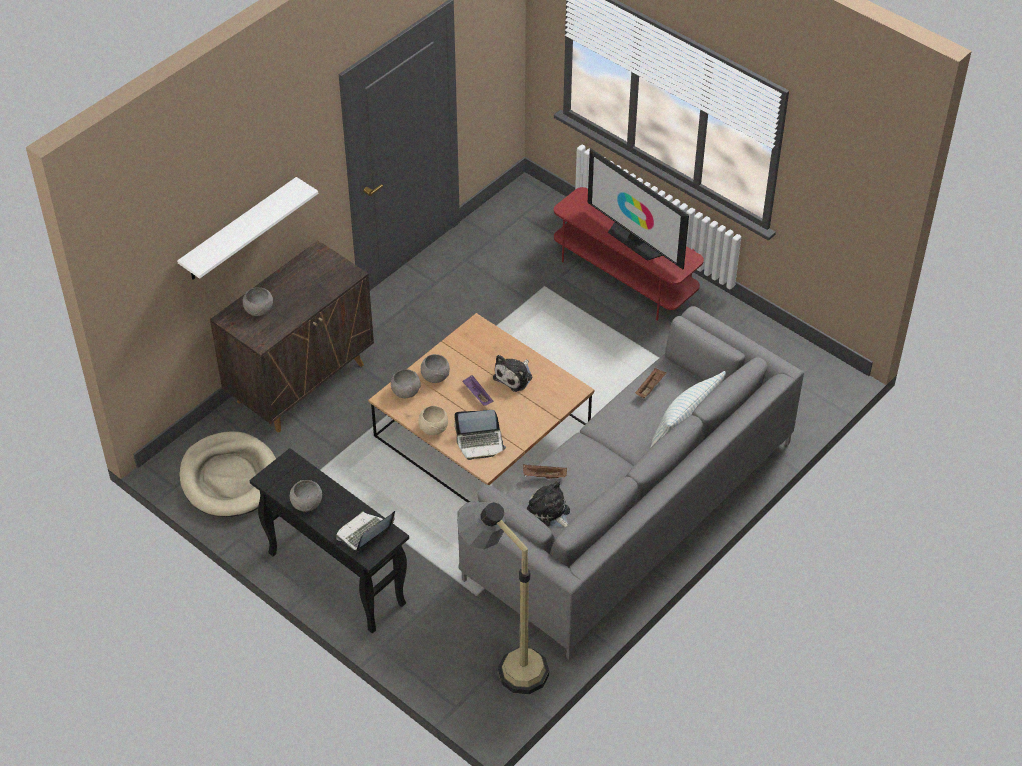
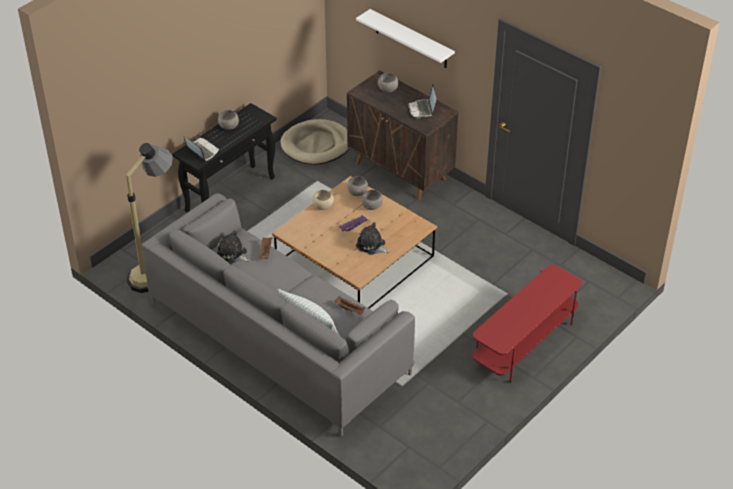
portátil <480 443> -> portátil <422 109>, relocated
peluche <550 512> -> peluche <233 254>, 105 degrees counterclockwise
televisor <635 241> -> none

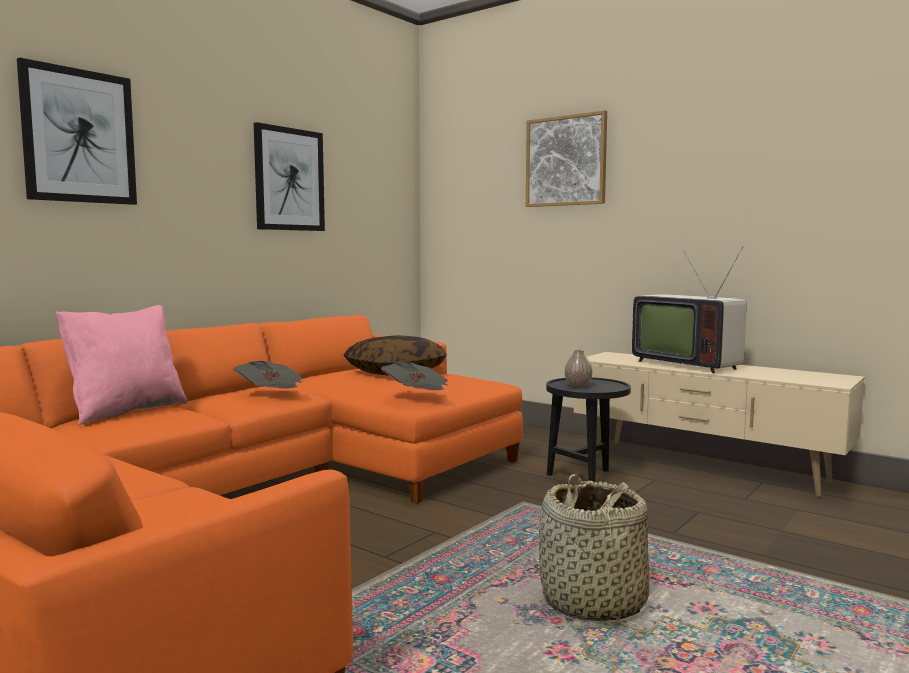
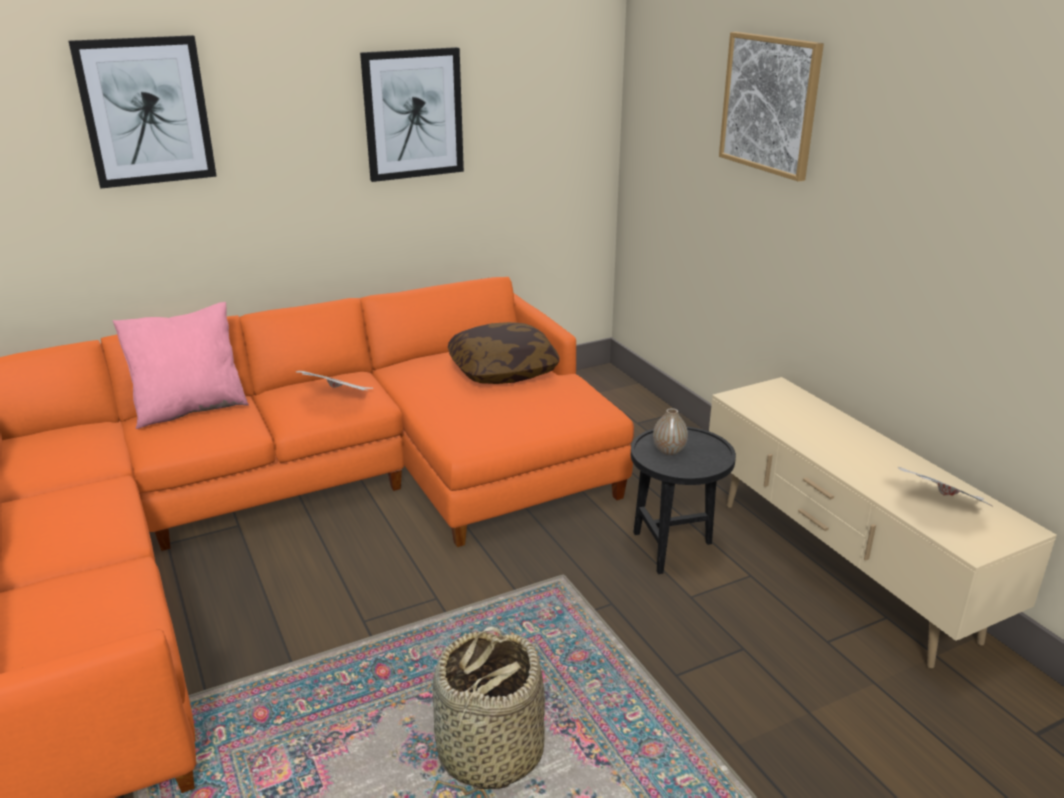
periódico <417 396> -> periódico <943 508>, relocated
televisor <687 364> -> none

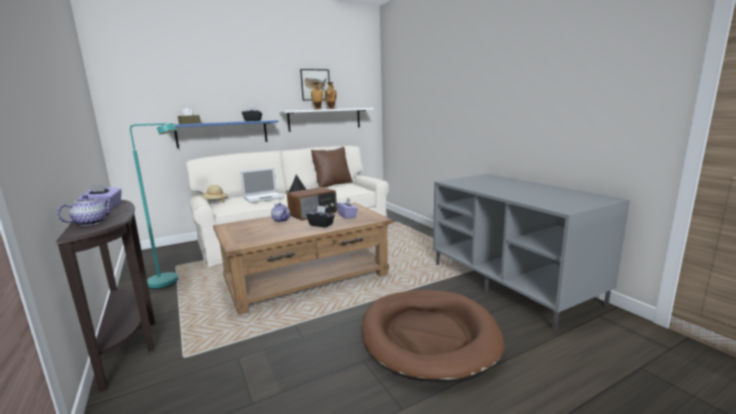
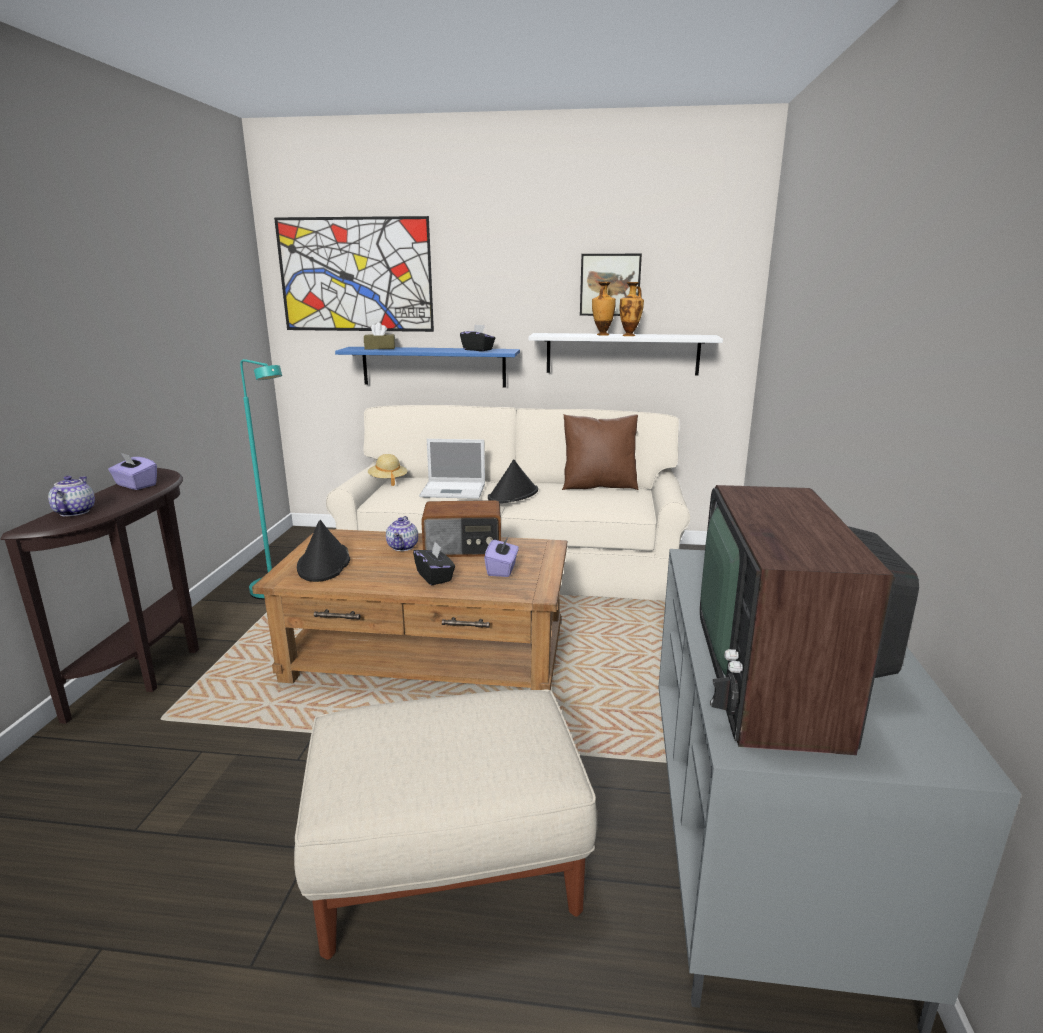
tetera <91 223> -> tetera <74 512>, 75 degrees counterclockwise
cama para perro (marrón) <428 336> -> puf (beis) <449 863>
none -> cuadro <355 275>
none -> sombrero (negro) <324 564>
none -> televisor <781 673>

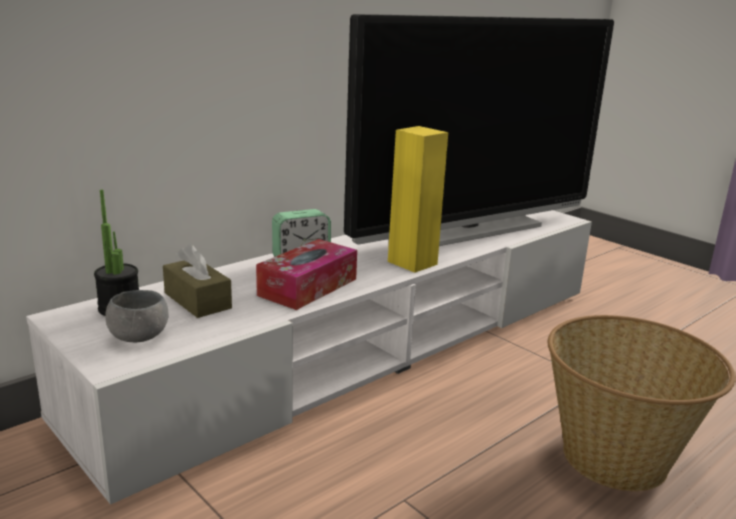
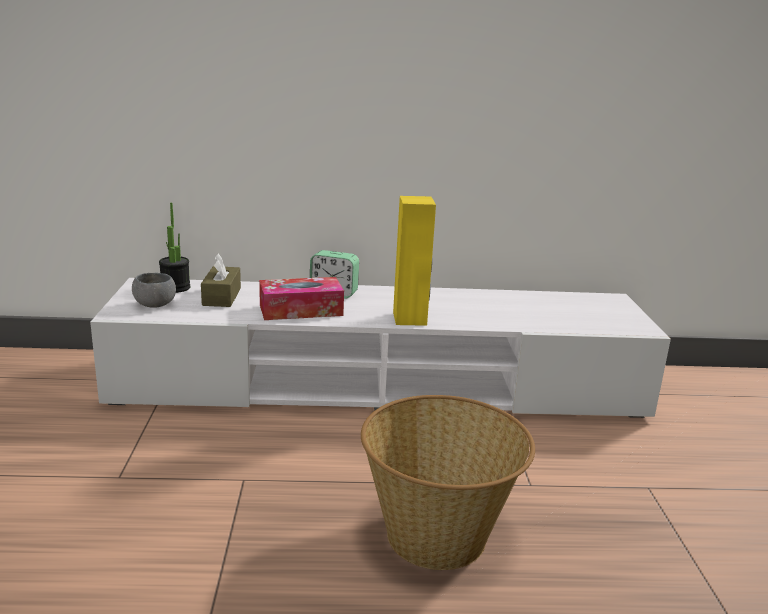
televisor <470 230> -> none

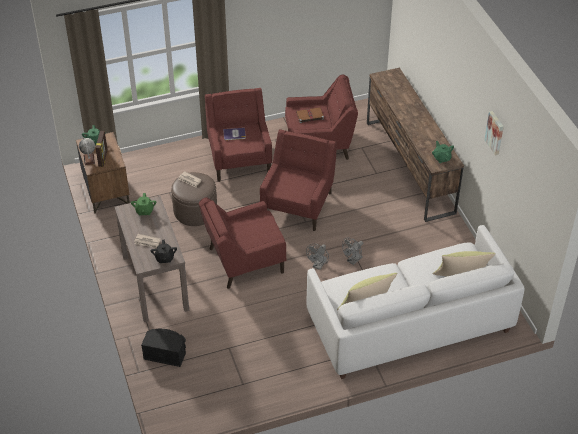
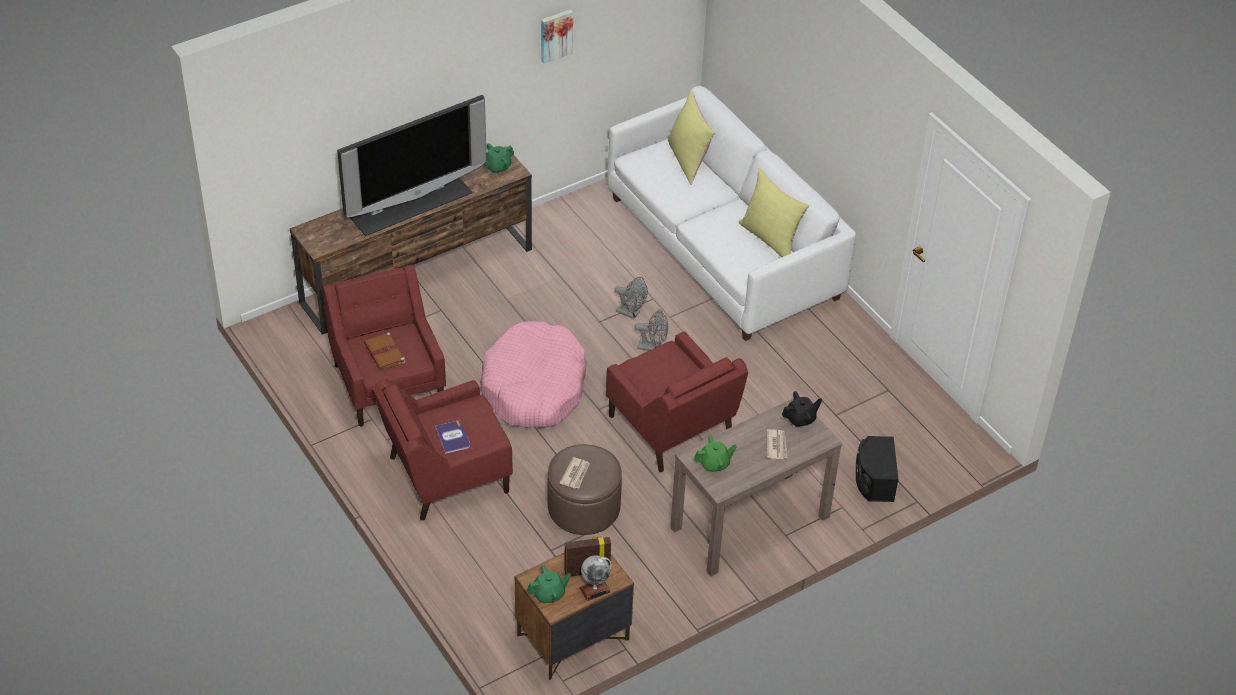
sillón (rojo) <298 204> -> cama para perro (rosa) <534 387>
none -> televisor <410 203>

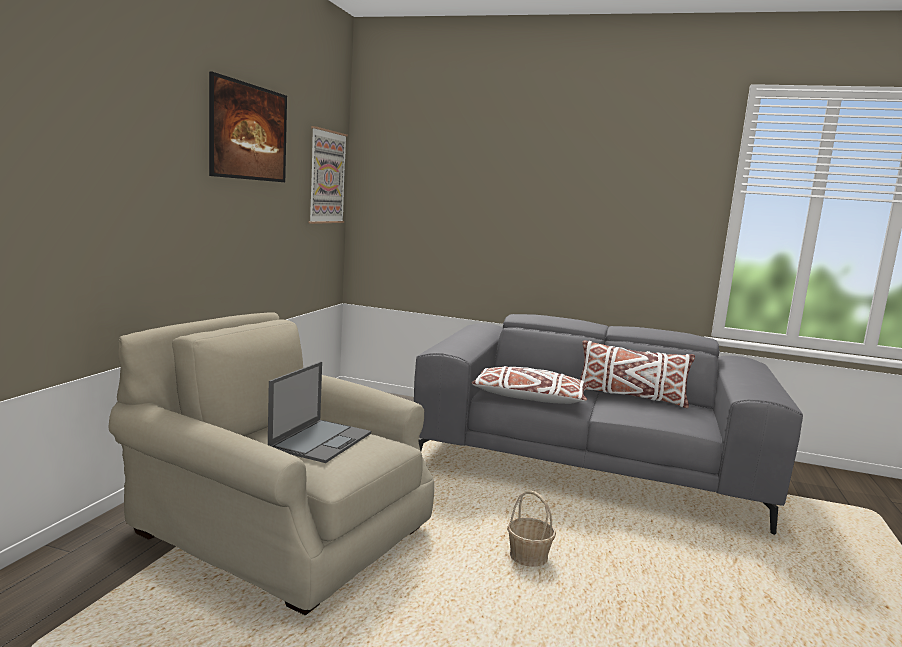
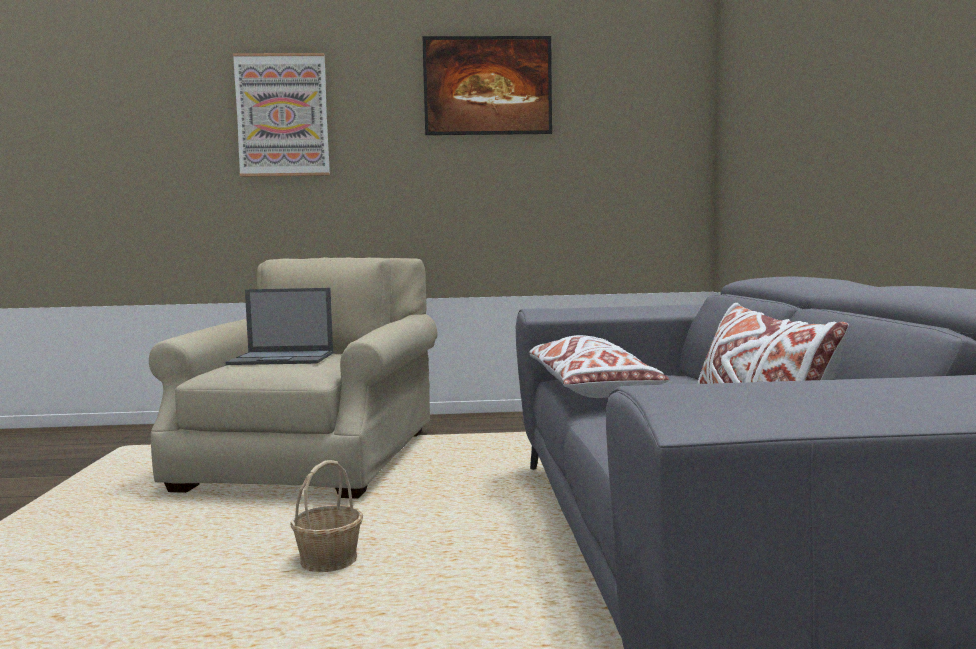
cuadro <326 177> -> cuadro <282 115>, relocated

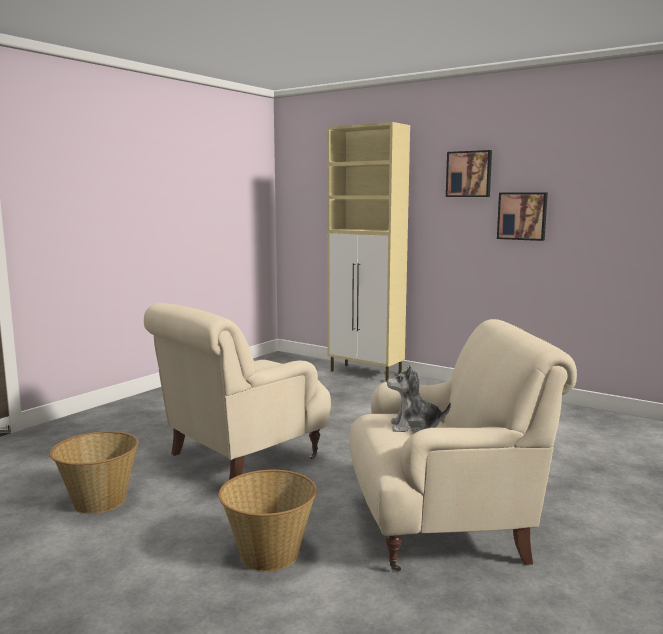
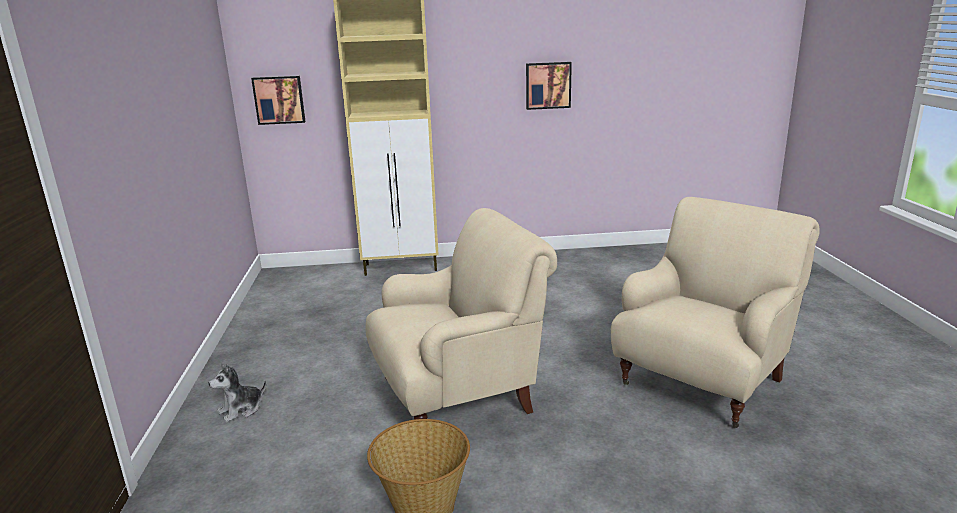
sillón (beis) <241 456> -> sillón (beis) <459 395>, 120 degrees counterclockwise
cesta <269 553> -> none
peluche <415 427> -> peluche <241 410>, relocated
cuadro <469 174> -> cuadro <279 99>, relocated

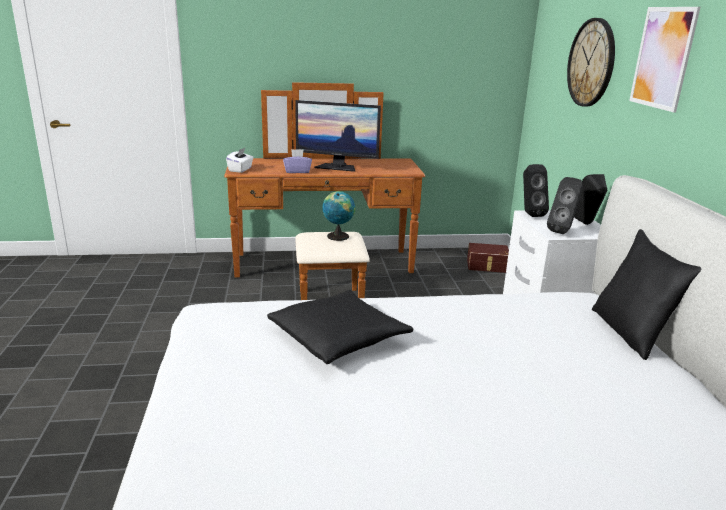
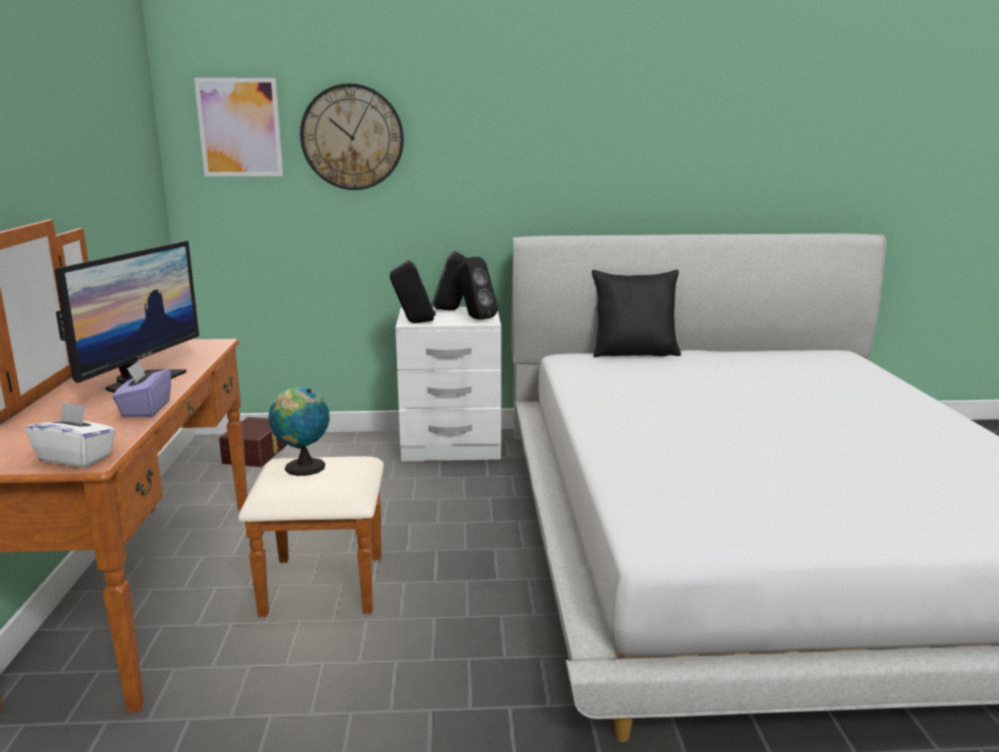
cojín (negro) <339 337> -> none
cuadro <662 58> -> cuadro <240 127>, relocated

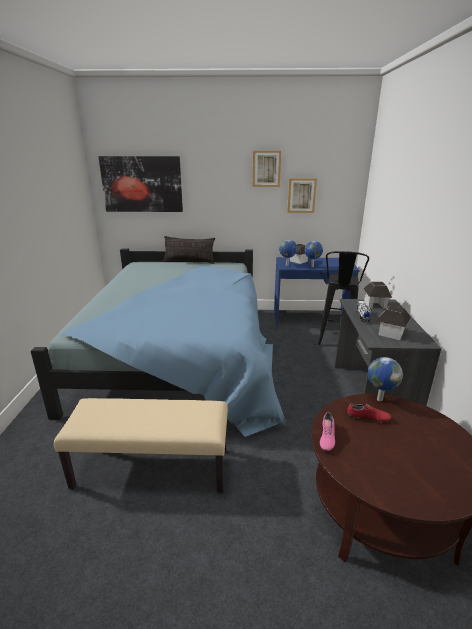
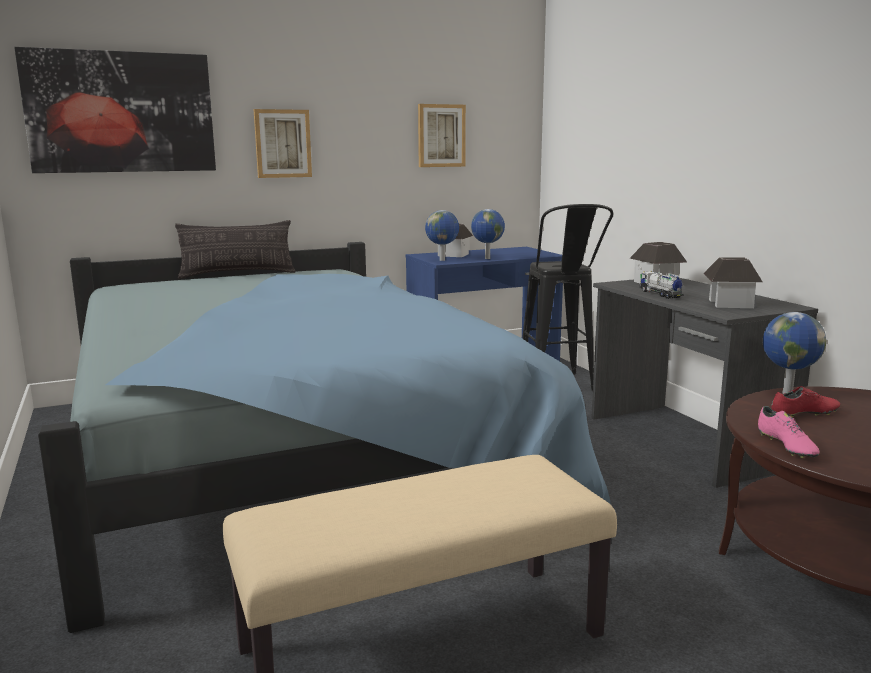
cuadro <266 168> -> cuadro <282 143>, relocated

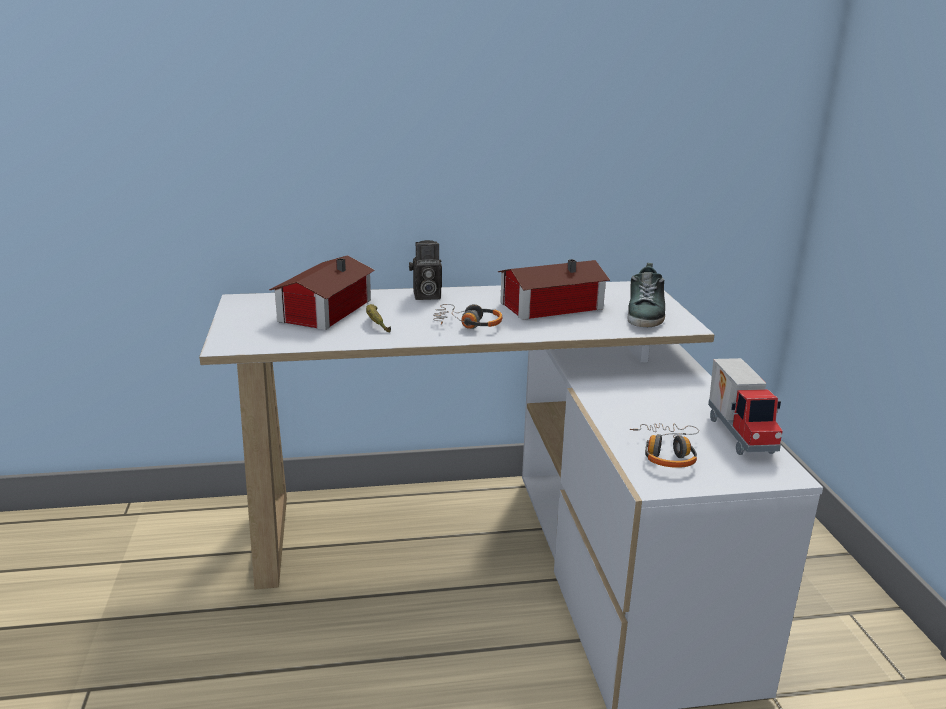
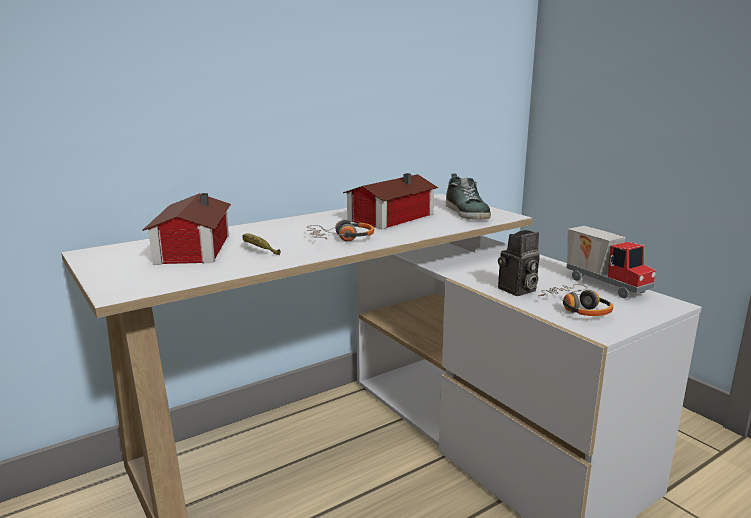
cámara <425 296> -> cámara <517 290>, relocated

